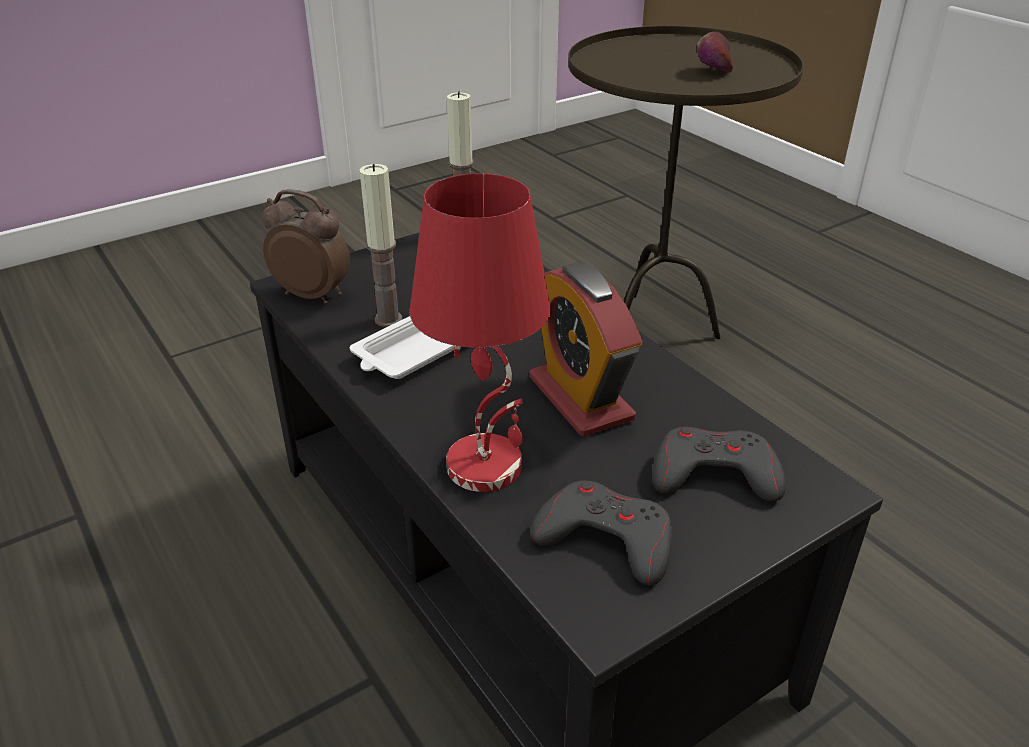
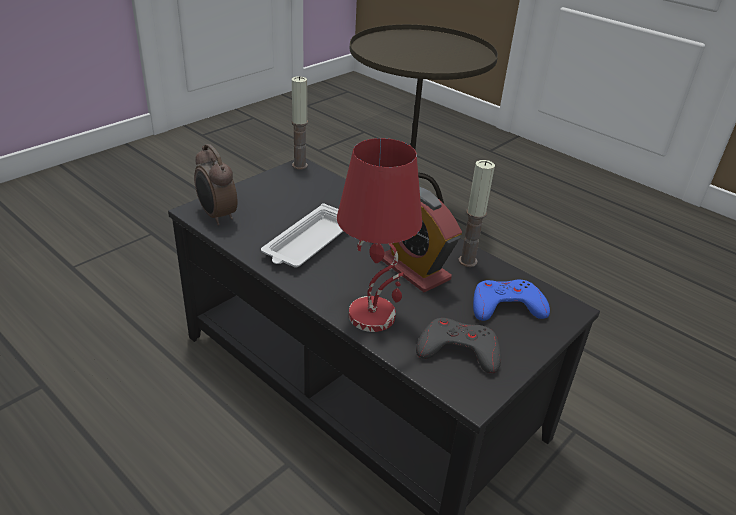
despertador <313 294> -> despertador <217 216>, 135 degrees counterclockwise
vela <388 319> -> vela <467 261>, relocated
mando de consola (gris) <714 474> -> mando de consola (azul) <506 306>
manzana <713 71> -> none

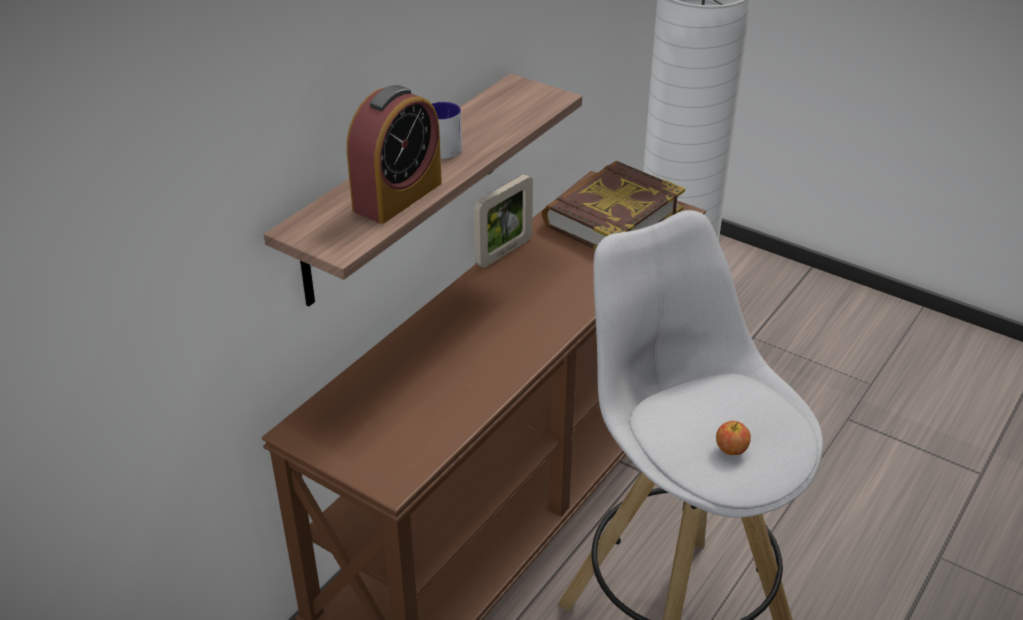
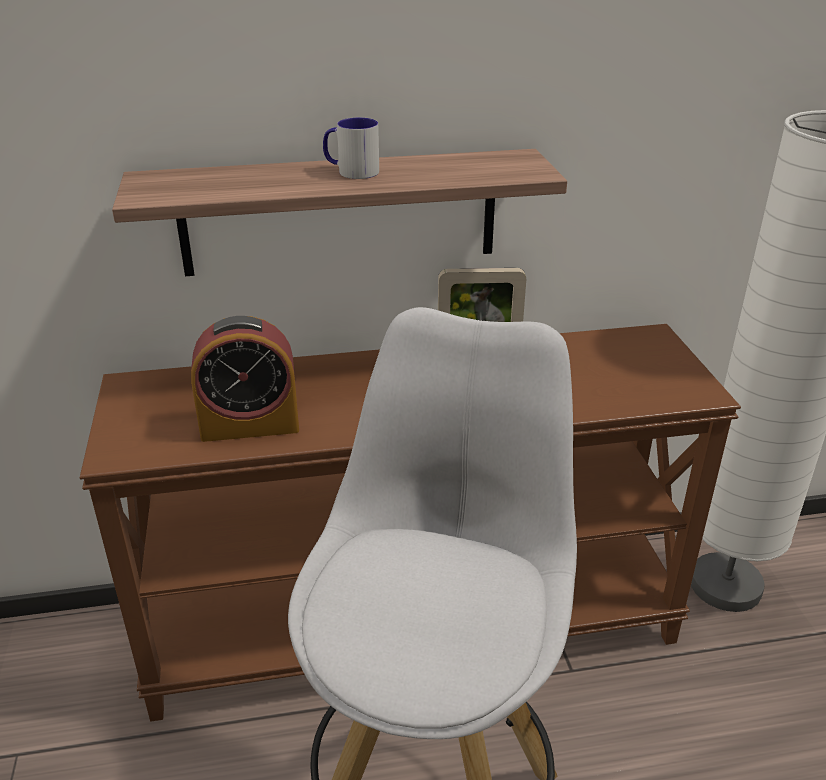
despertador <397 196> -> despertador <250 425>, relocated
libro <612 217> -> none
manzana <731 449> -> none

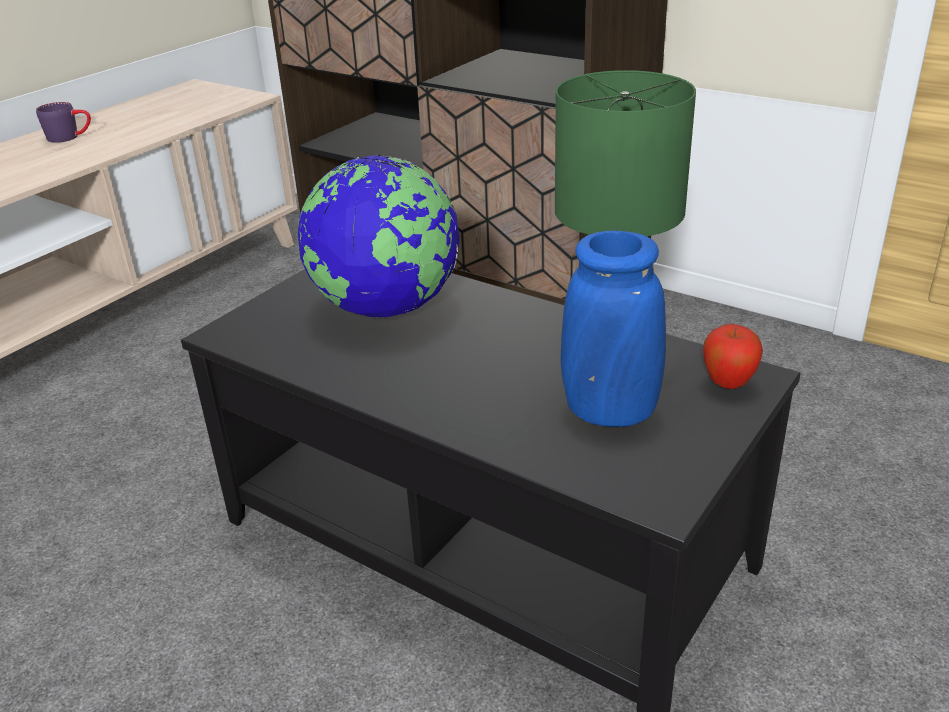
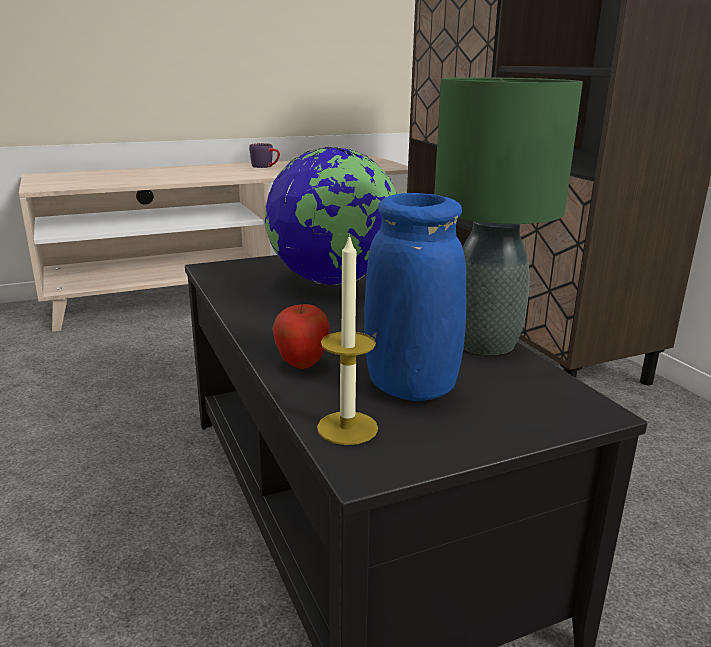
manzana <728 384> -> manzana <302 364>, relocated
none -> vela <347 428>

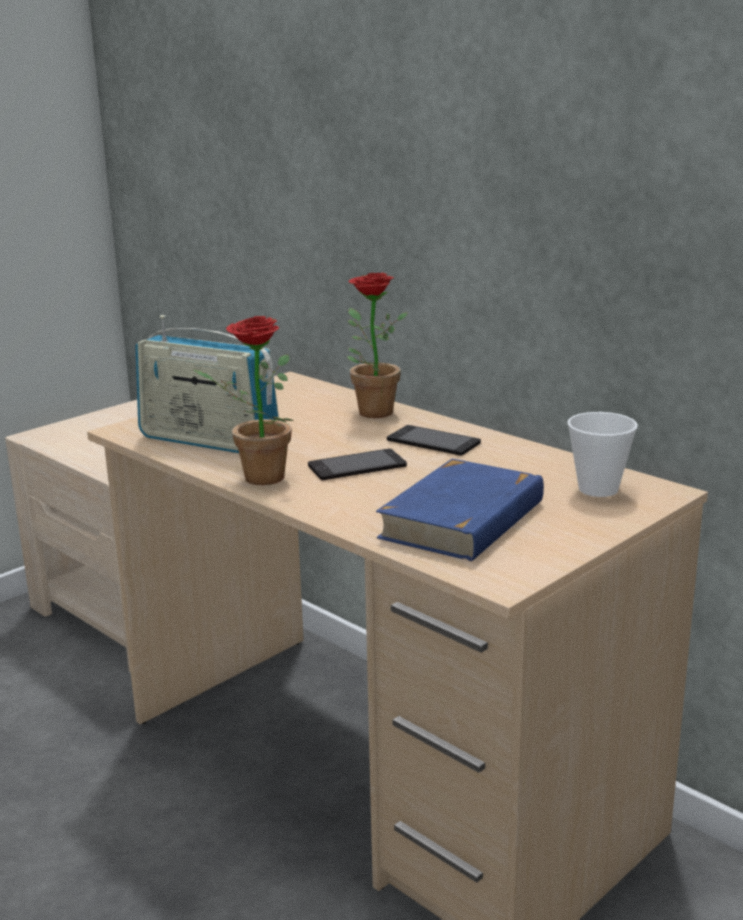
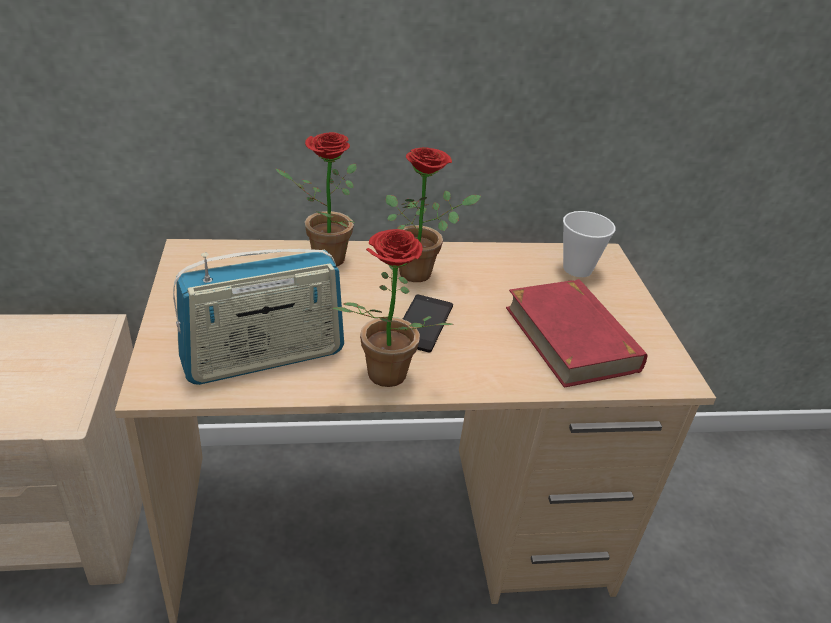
libro (azul) <464 520> -> libro (rojo) <571 338>
móvil <433 442> -> planta en maceta <422 272>

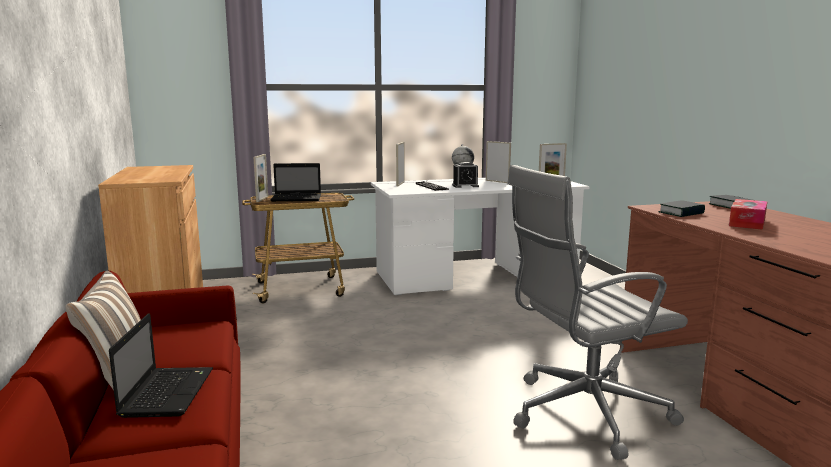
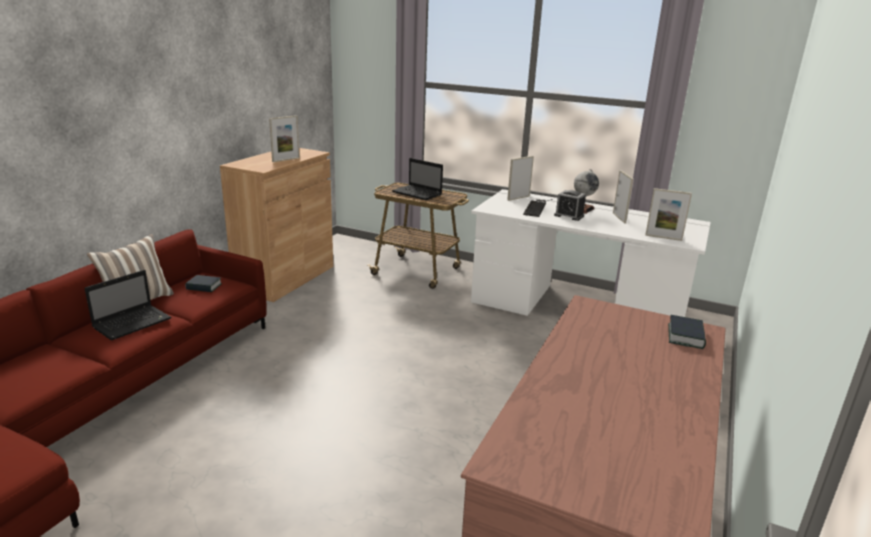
portarretratos <262 199> -> portarretratos <286 159>, relocated
silla de oficina (gris) <583 412> -> none
libro <681 213> -> libro <204 287>, relocated
caja de pañuelos <747 222> -> none

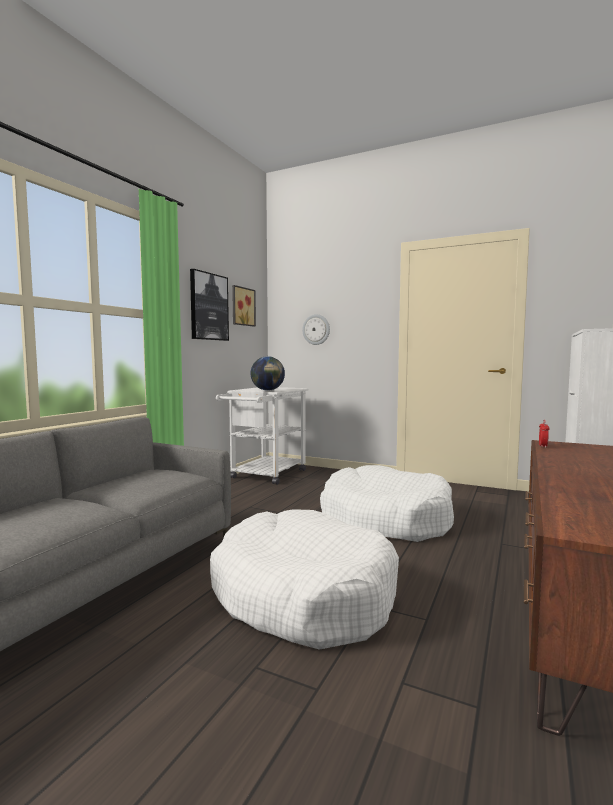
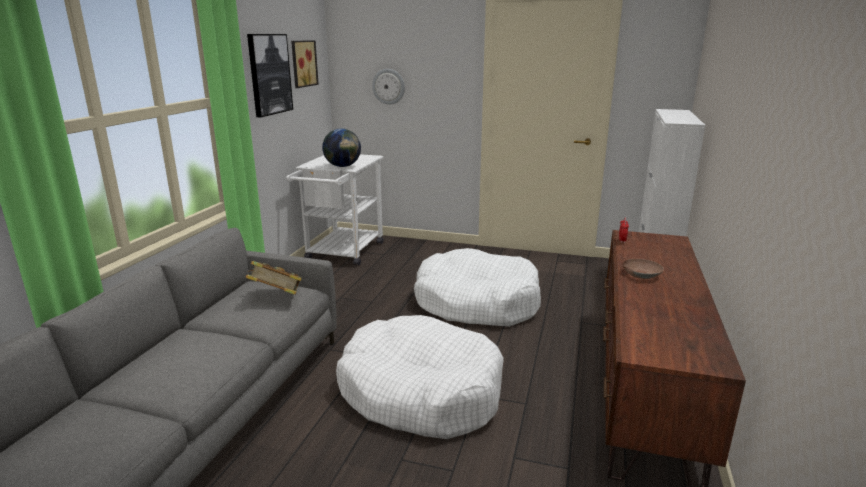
none -> libro <276 297>
none -> cuenco (marrón) <641 274>

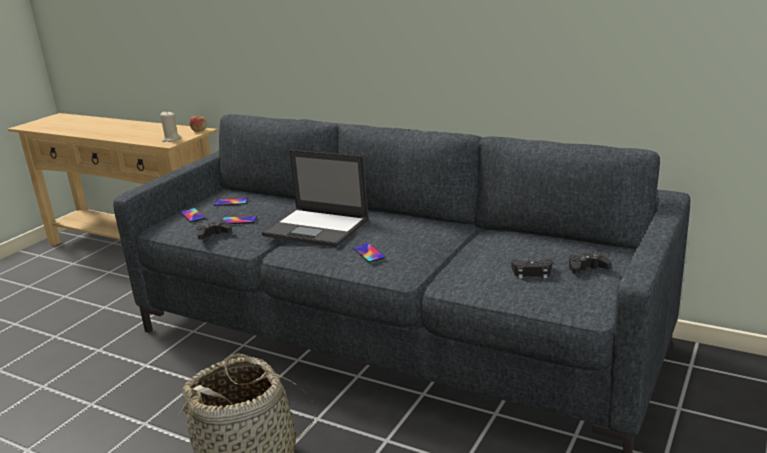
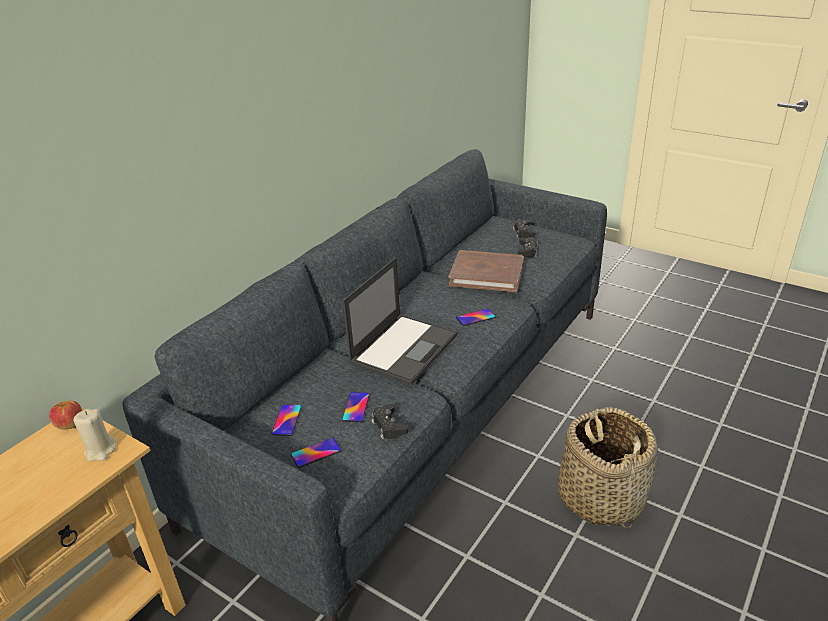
none -> libro (marrón) <487 274>

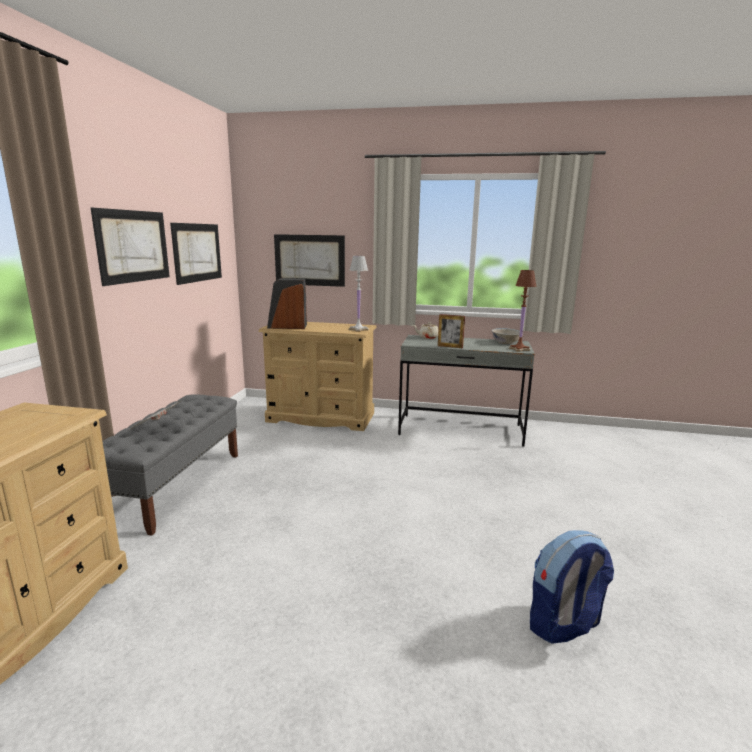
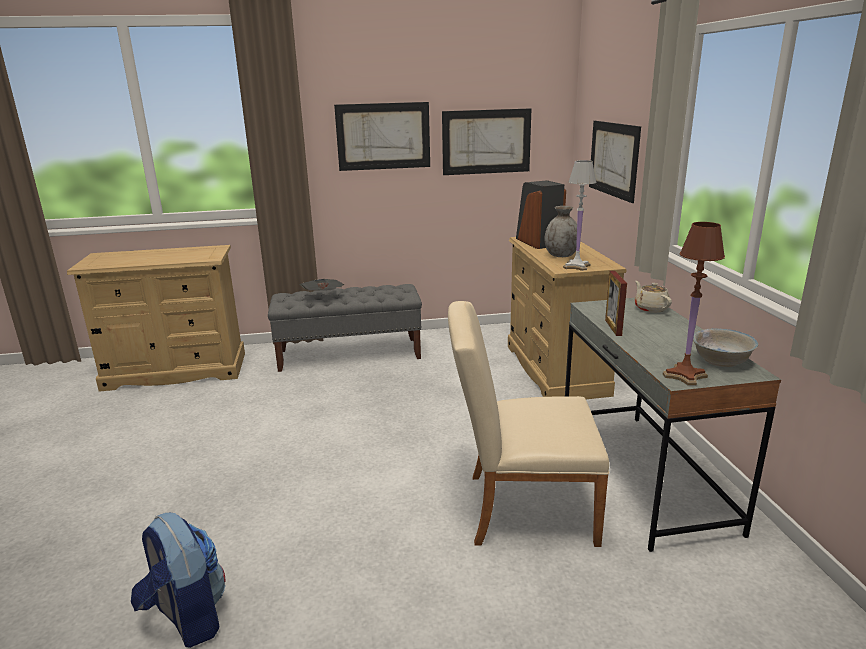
none -> silla (beis) <520 507>
none -> florero (gris) <560 255>

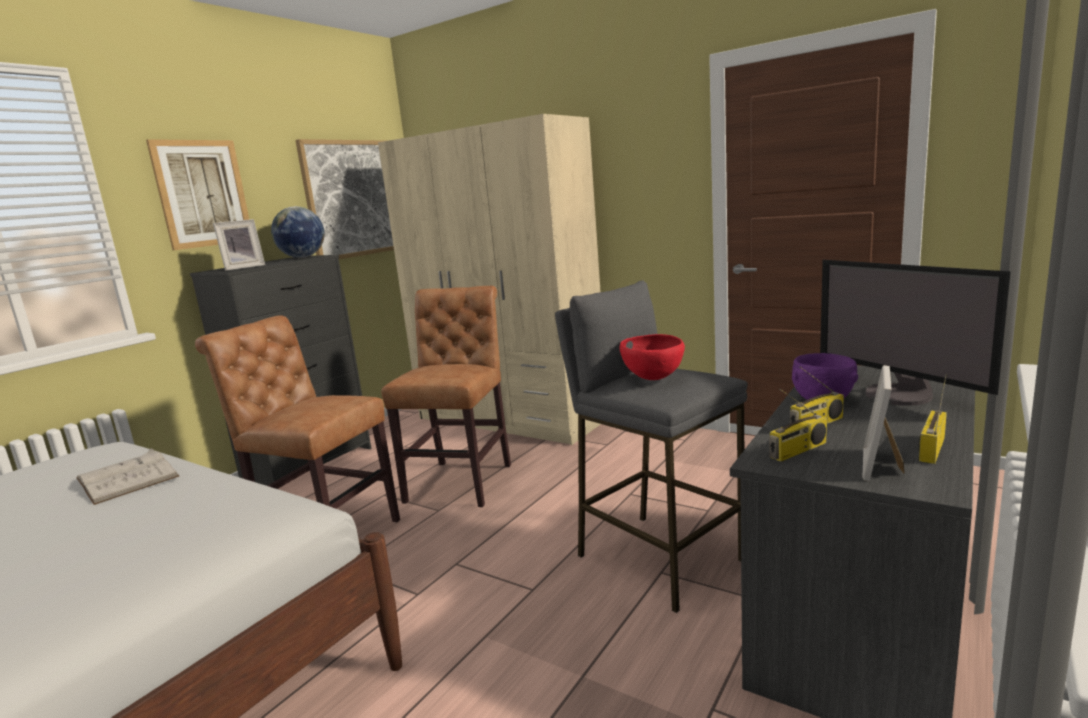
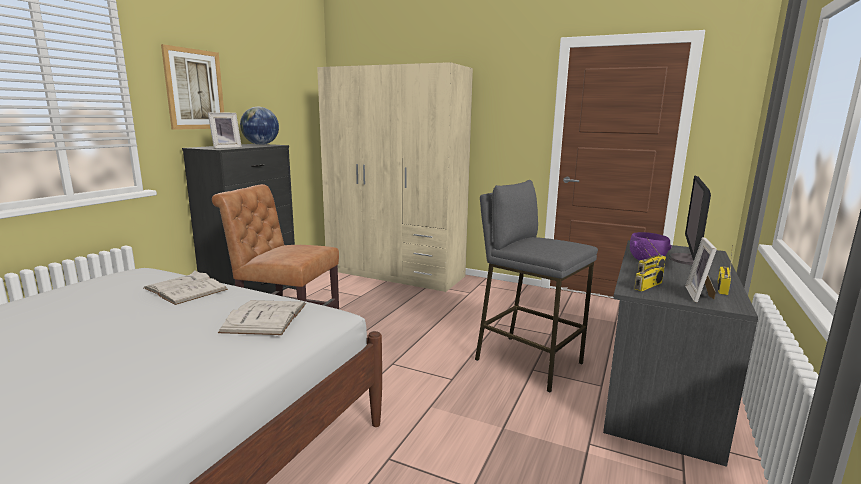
cuadro <353 199> -> none
silla (marrón) <462 480> -> none
cuenco (rojo) <652 379> -> none
monitor <900 395> -> monitor <690 260>, 60 degrees clockwise
none -> libro (blanco) <265 317>

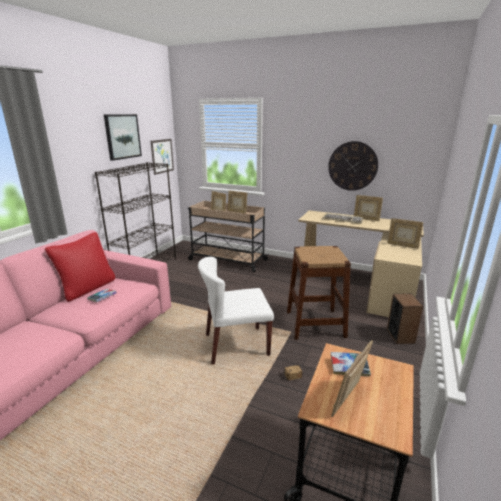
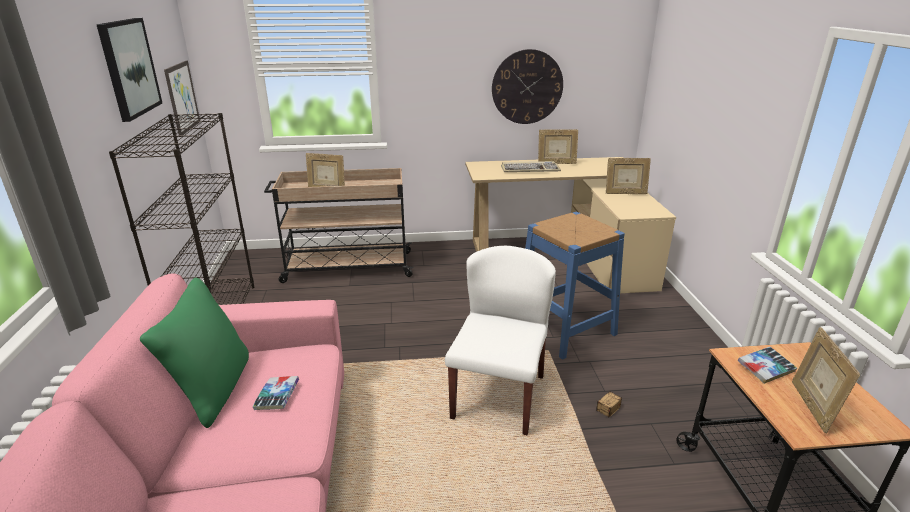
cojín (rojo) <87 288> -> cojín (verde) <213 390>
silla (blanco) <236 345> -> silla (blanco) <498 396>, 150 degrees clockwise
portarretratos <237 212> -> none
taburete (marrón) <315 324> -> taburete (azul) <565 329>
altavoz <400 336> -> none

